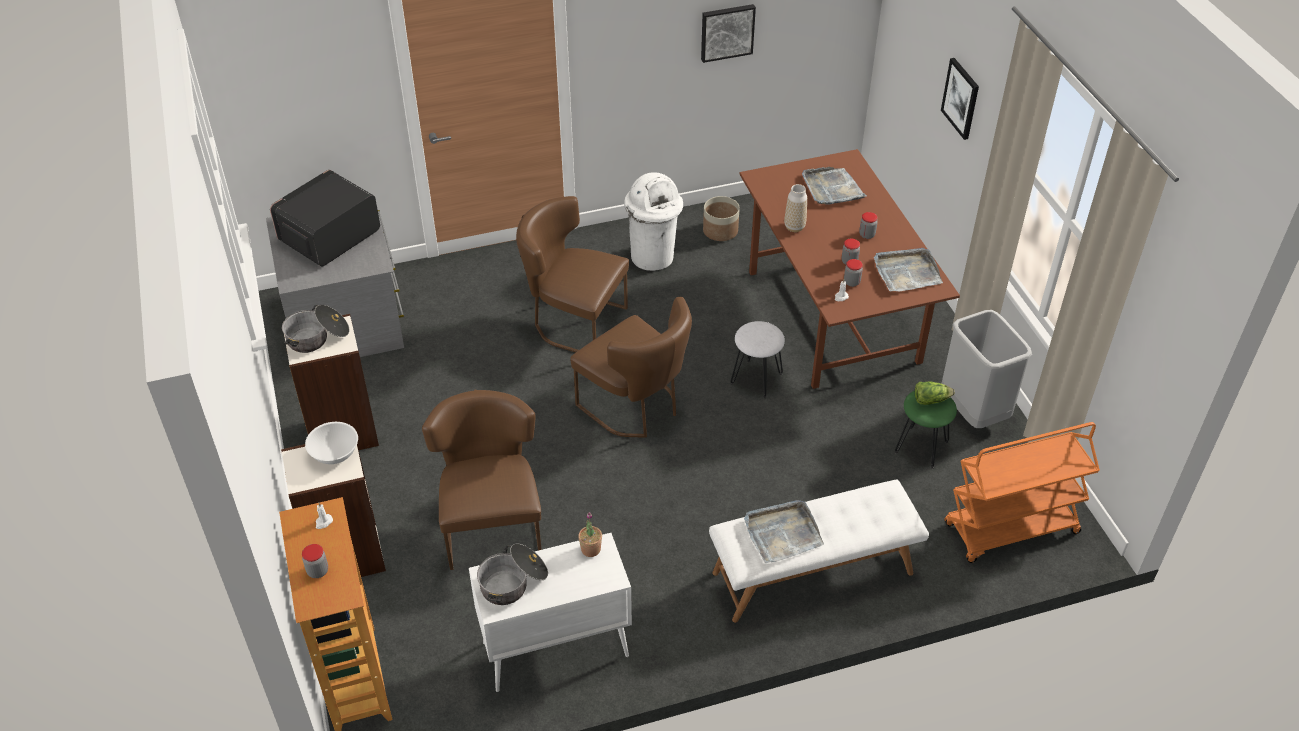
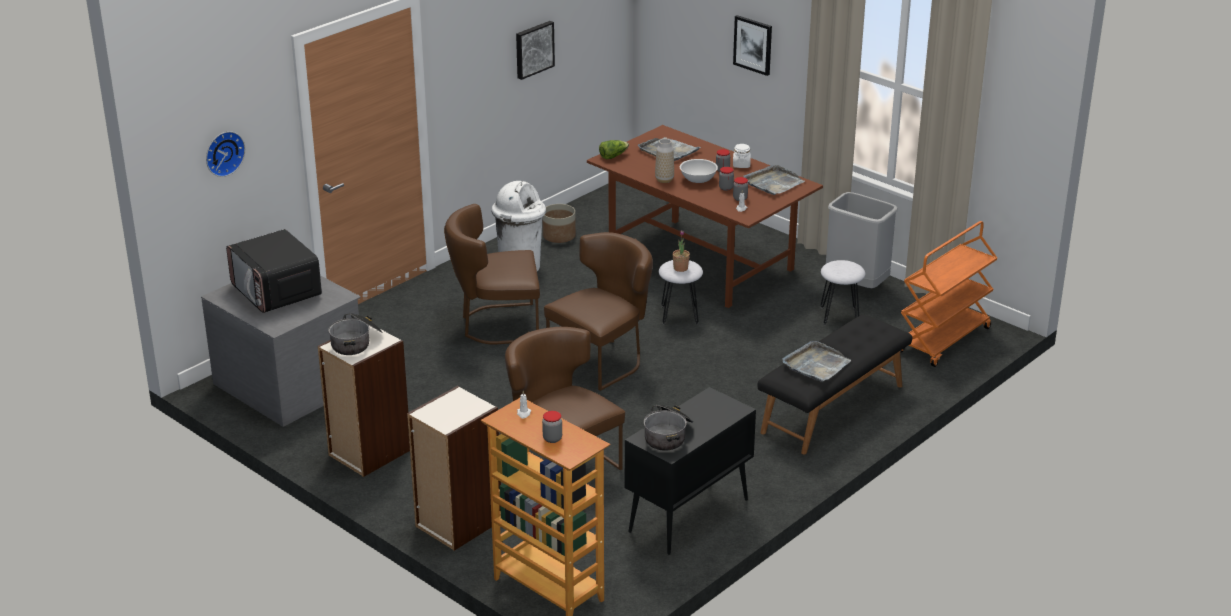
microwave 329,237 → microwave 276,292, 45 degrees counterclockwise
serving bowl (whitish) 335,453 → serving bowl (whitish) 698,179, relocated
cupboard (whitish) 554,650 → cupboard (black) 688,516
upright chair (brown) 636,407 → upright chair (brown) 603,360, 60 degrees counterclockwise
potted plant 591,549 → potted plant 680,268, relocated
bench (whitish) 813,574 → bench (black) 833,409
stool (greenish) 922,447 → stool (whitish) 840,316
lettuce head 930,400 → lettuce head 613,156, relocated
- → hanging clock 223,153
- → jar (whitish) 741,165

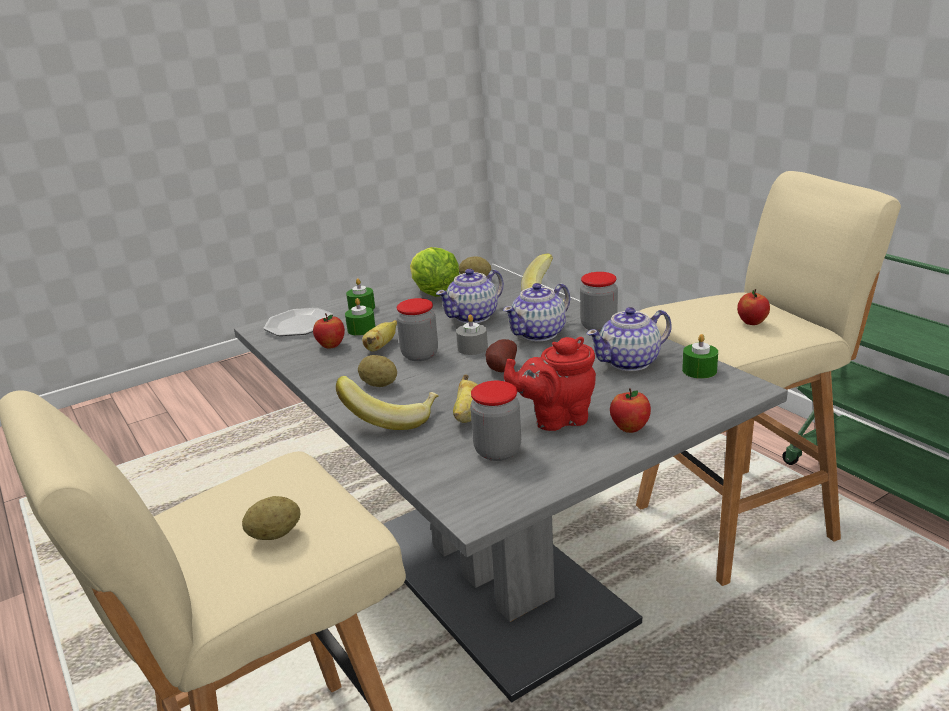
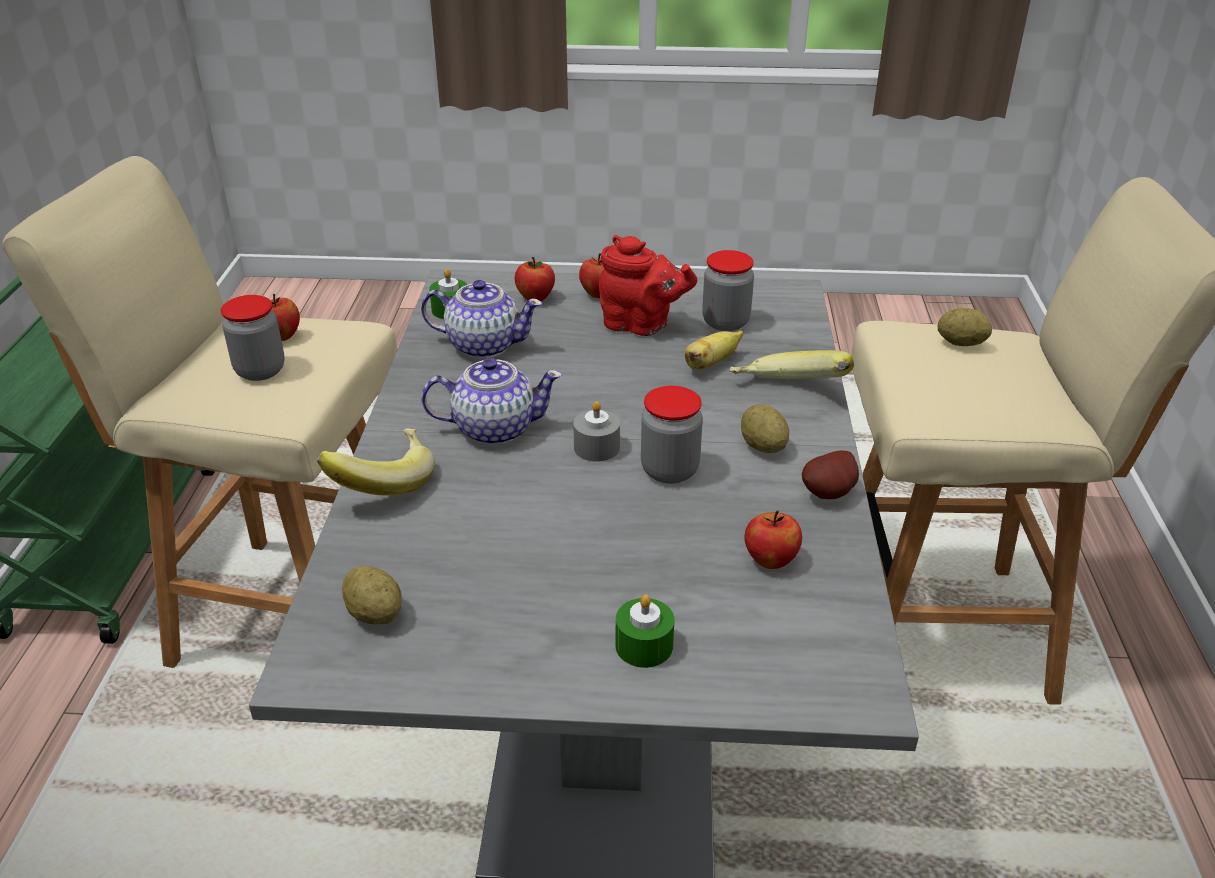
flat dish 299,325 → -
wax light (greenish) 361,329 → -
banana 381,347 → -
lettuce head 435,294 → -
tea pot 473,316 → -
spud 500,369 → spud 830,494, relocated
jar 598,326 → jar 260,370, relocated
- → apple fruit 535,298

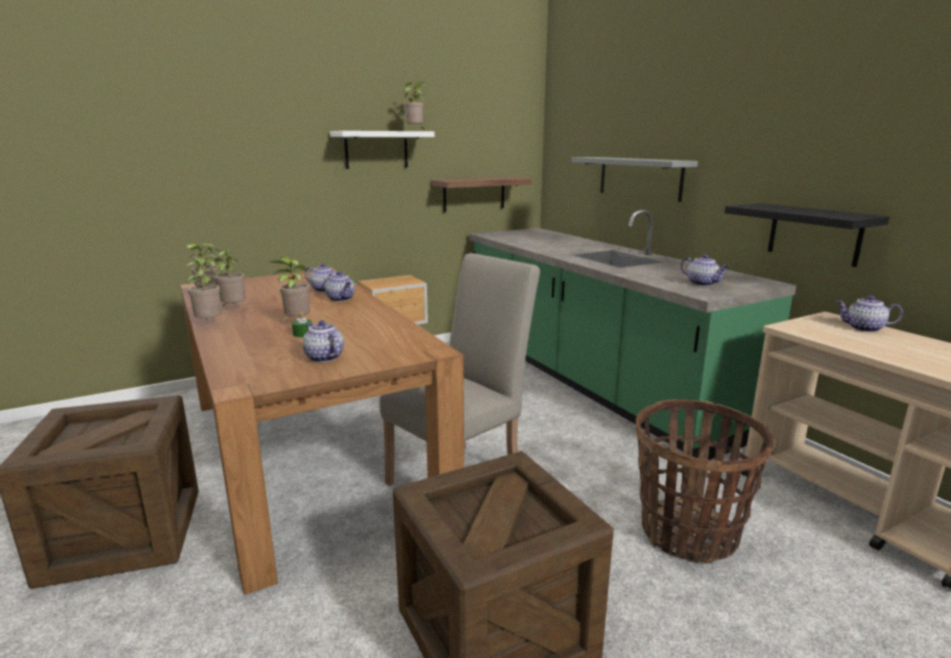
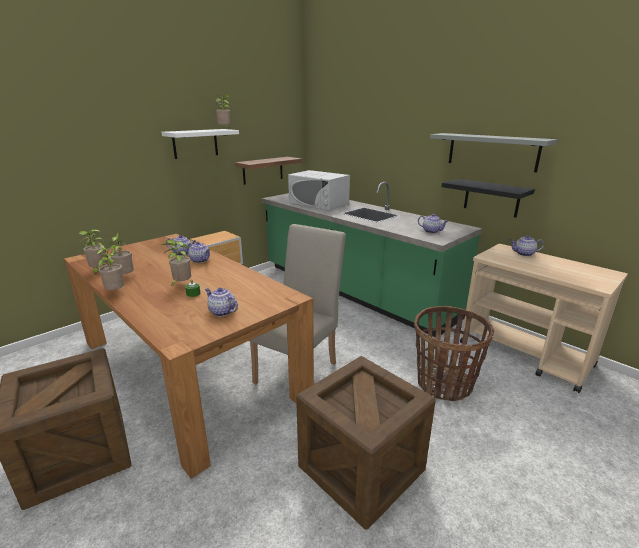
bracket shelf (grey) 639,178 → bracket shelf (grey) 492,151, relocated
- → microwave (whitish) 319,203

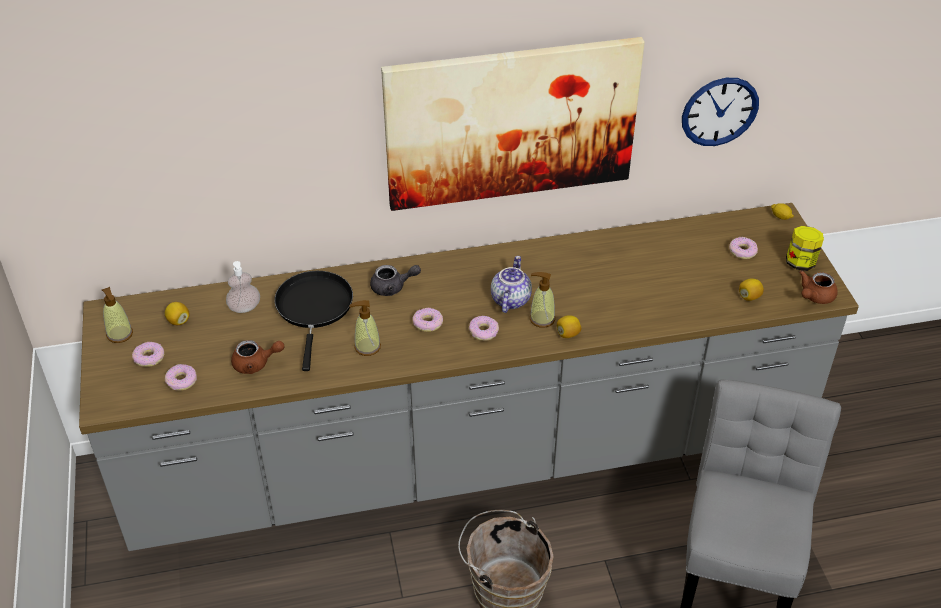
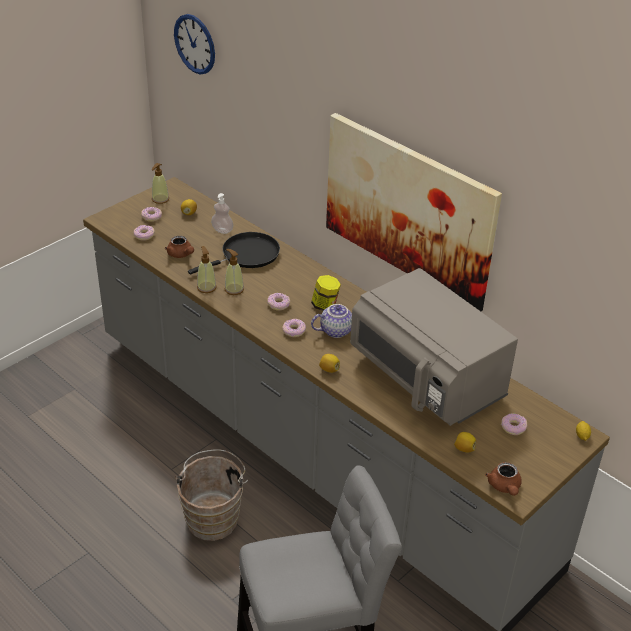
tea pot (grey) 393,287 → -
soap dispenser 542,319 → soap dispenser 206,287, relocated
hanging clock 719,111 → hanging clock 195,44, relocated
jar 800,263 → jar 325,306, relocated
tea pot (brown) 814,296 → tea pot (brown) 504,487, 105 degrees counterclockwise
- → microwave (grey) 426,379

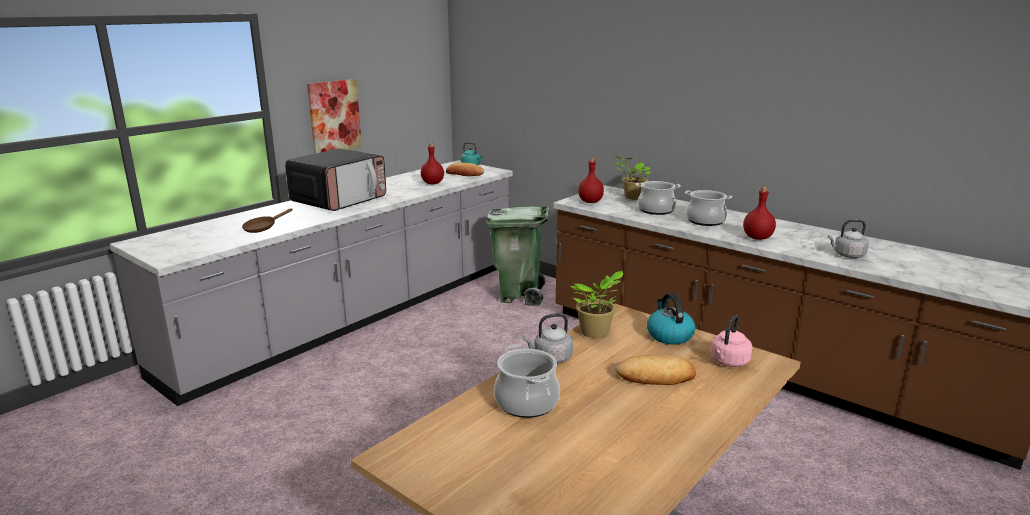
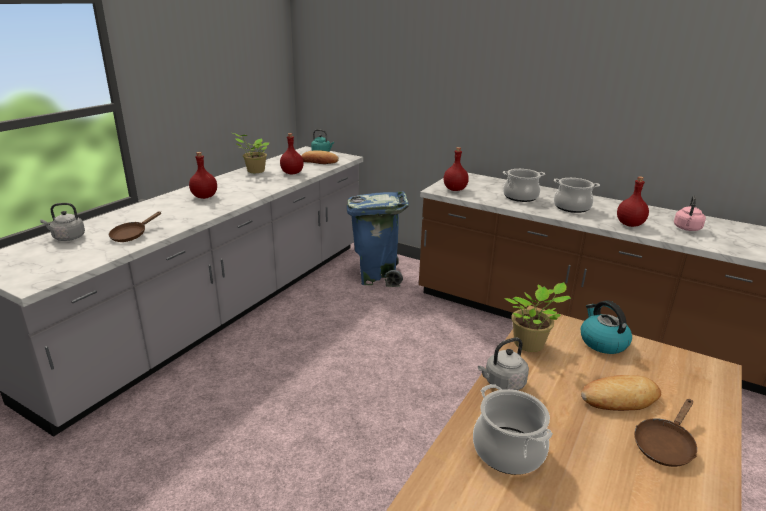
microwave 339,200 → beverage bottle (reddish) 204,197
picture 334,116 → -
waste bin (greenish) 519,295 → waste bin (bluish) 377,276
potted plant 632,197 → potted plant 254,171, relocated
water kettle (pink-coloured) 728,362 → water kettle (pink-coloured) 687,229, relocated
water kettle (grey) 847,255 → water kettle (grey) 67,238, relocated
- → skillet (brown) 664,445

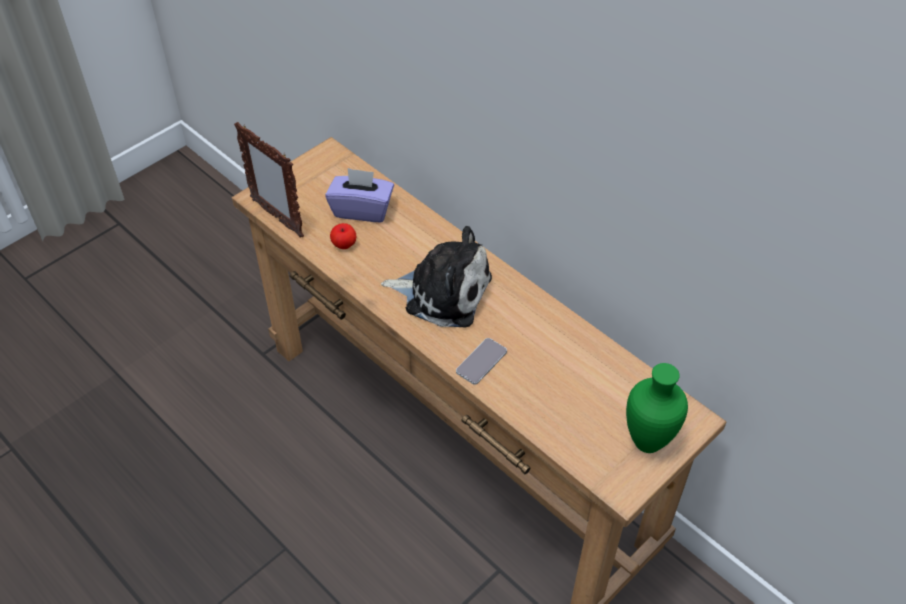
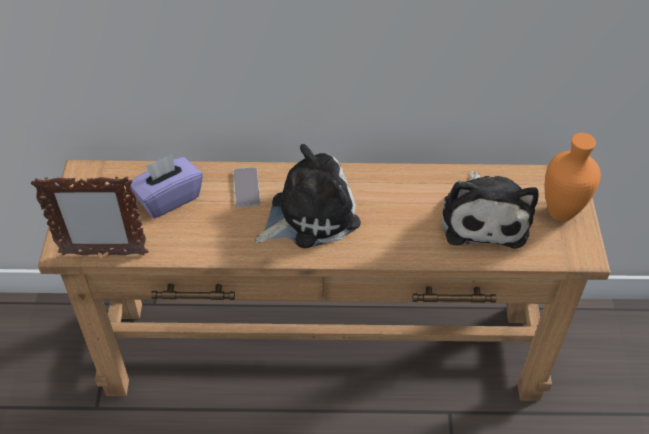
apple fruit 344,244 → -
handset 481,362 → handset 246,187, relocated
flower vase (greenish) 649,442 → flower vase (orange) 562,212
- → cuddly toy 484,217

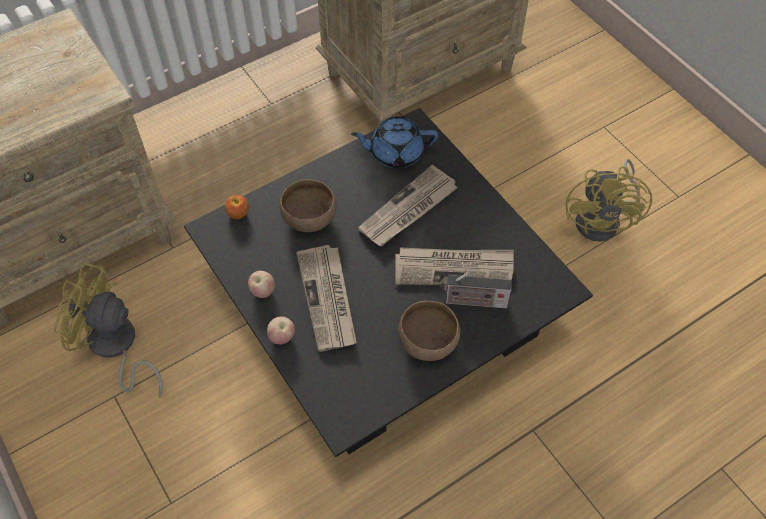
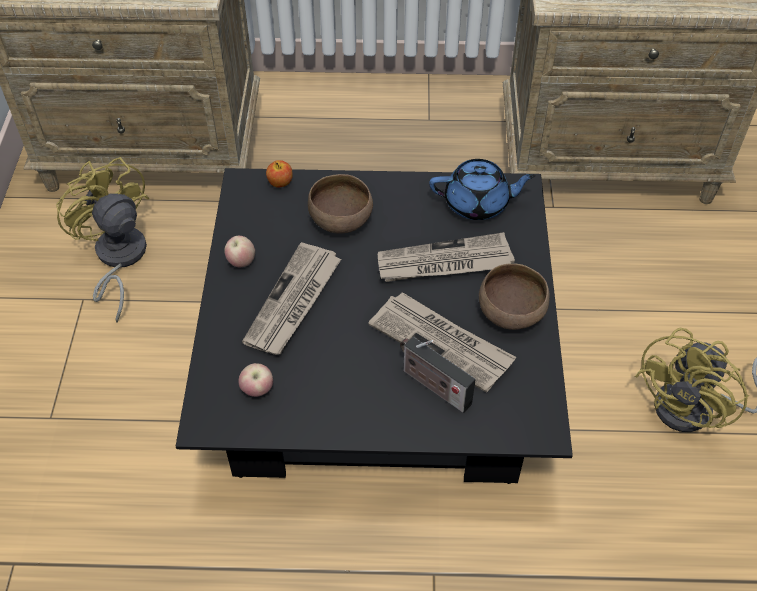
apple fruit 282,337 → apple fruit 257,390, relocated
tea pot (bluish) 395,153 → tea pot (bluish) 478,204, 150 degrees clockwise
serving bowl (brown) 429,341 → serving bowl (brown) 512,313, relocated

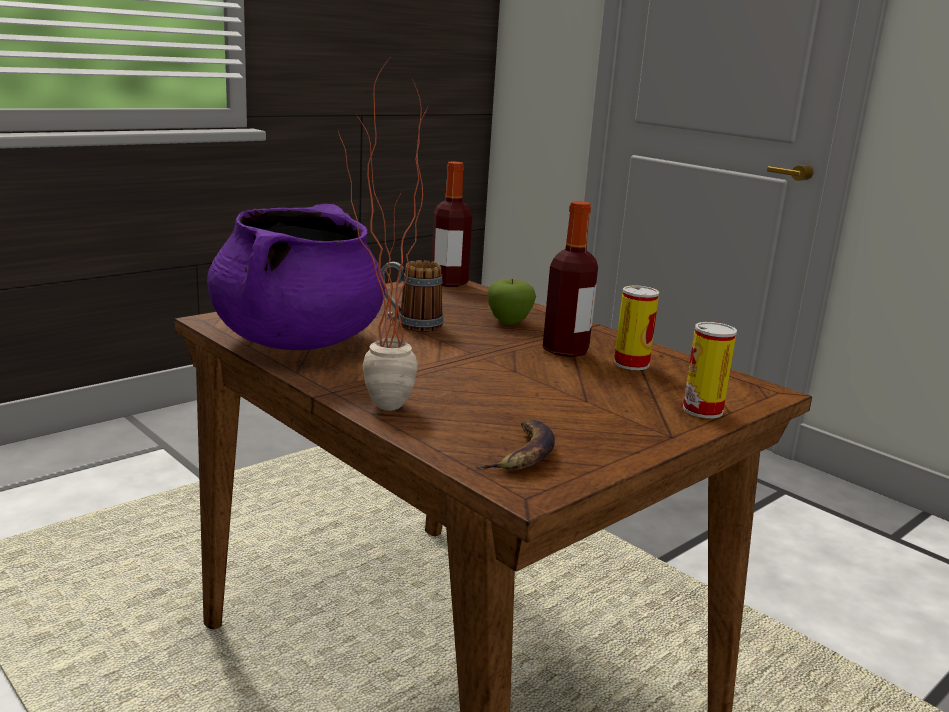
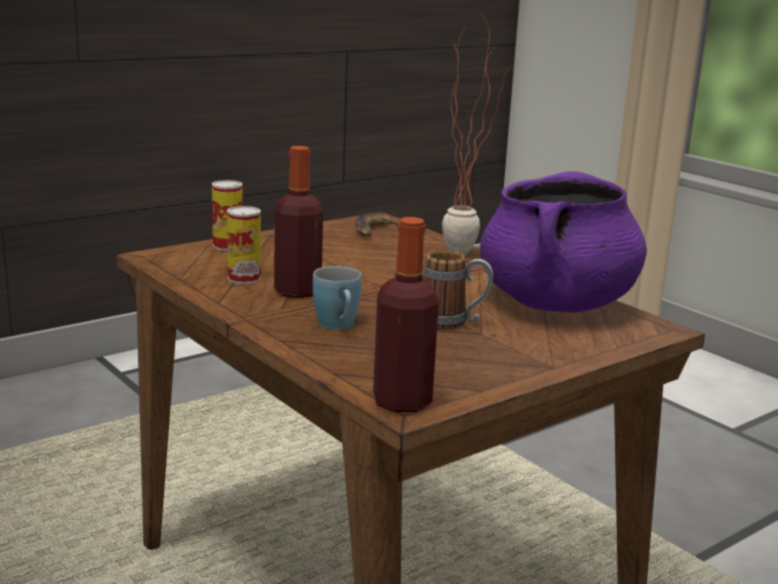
apple fruit 509,322 → mug (bluish) 338,326

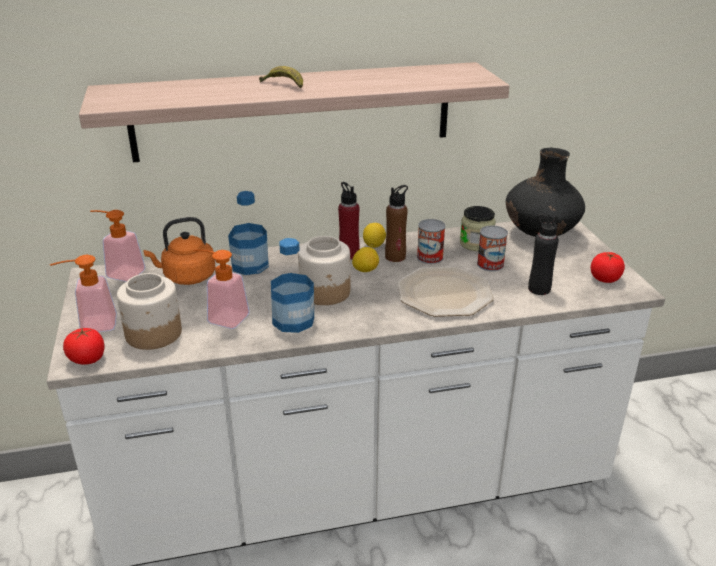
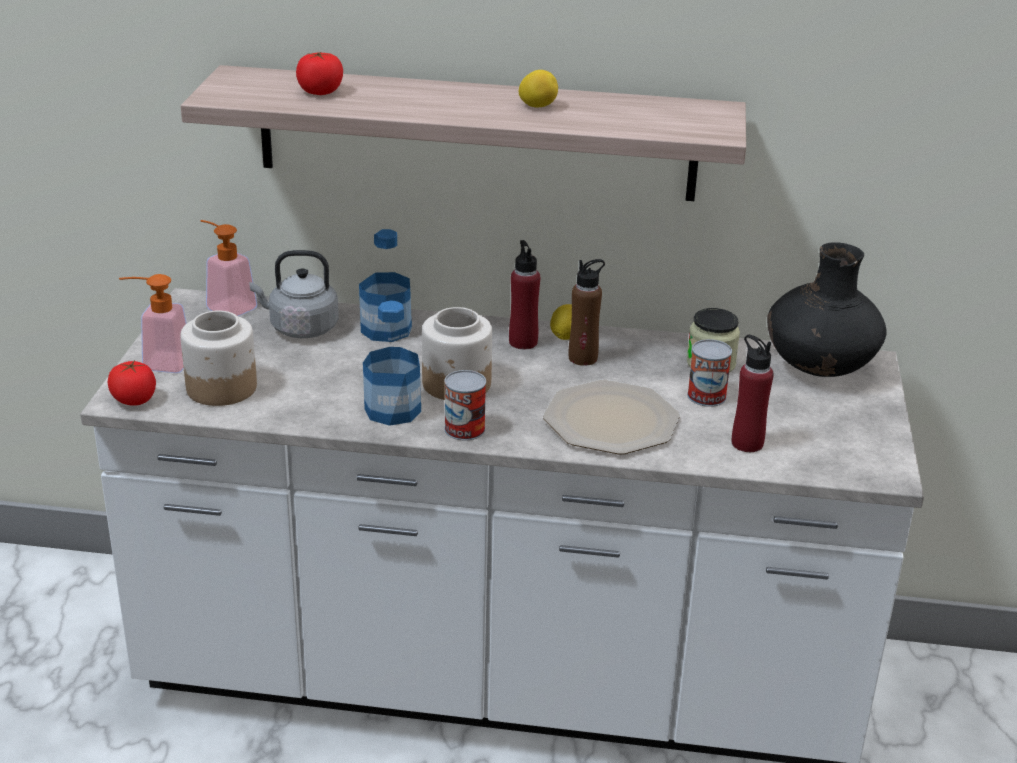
water kettle (orange) 187,277 → water kettle (grey) 300,328
soap dispenser 222,317 → -
banana 284,85 → -
lemon 365,270 → lemon 538,106, relocated
can 430,257 → can 464,429, relocated
beverage bottle (black) 539,289 → beverage bottle (reddish) 747,443
fresh tomato 605,279 → fresh tomato 320,92, relocated

